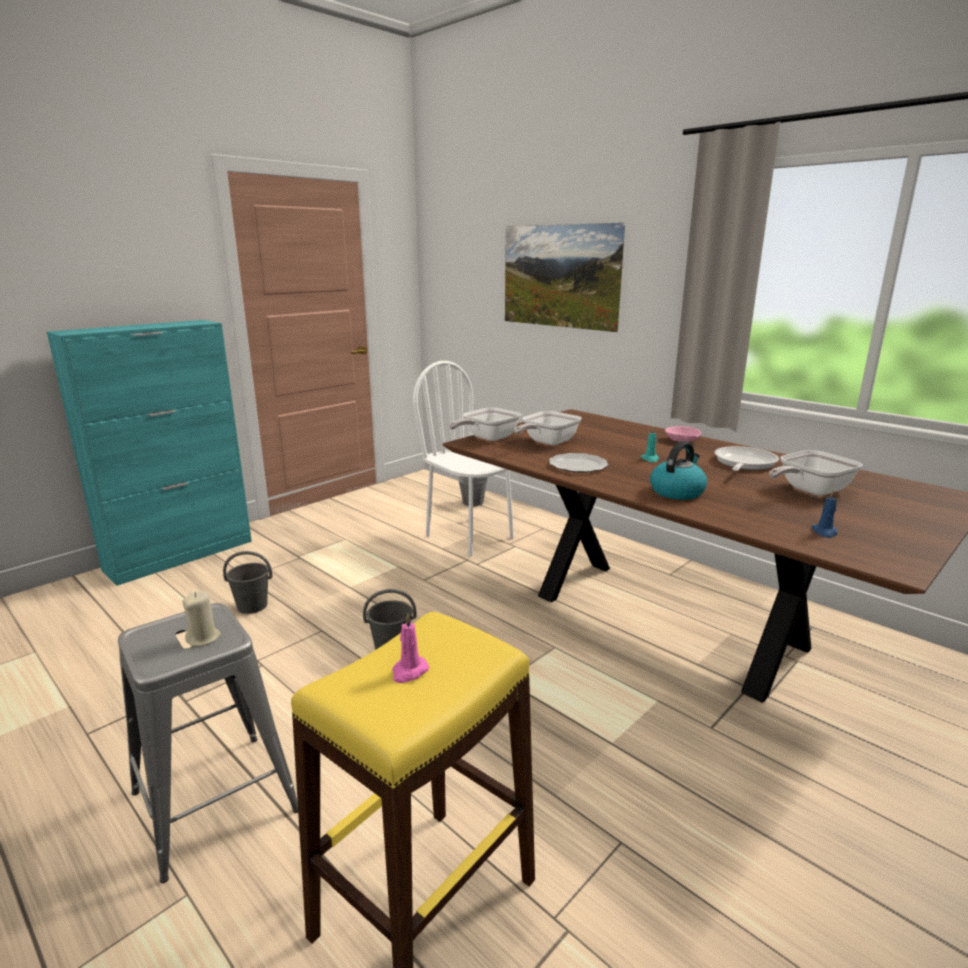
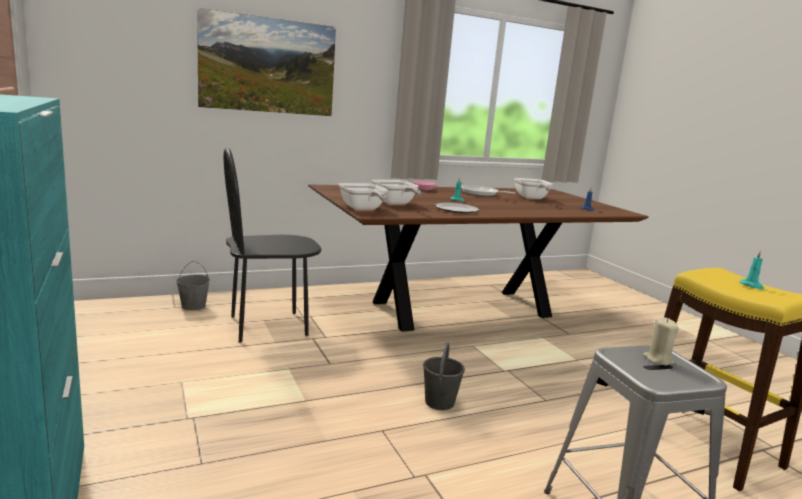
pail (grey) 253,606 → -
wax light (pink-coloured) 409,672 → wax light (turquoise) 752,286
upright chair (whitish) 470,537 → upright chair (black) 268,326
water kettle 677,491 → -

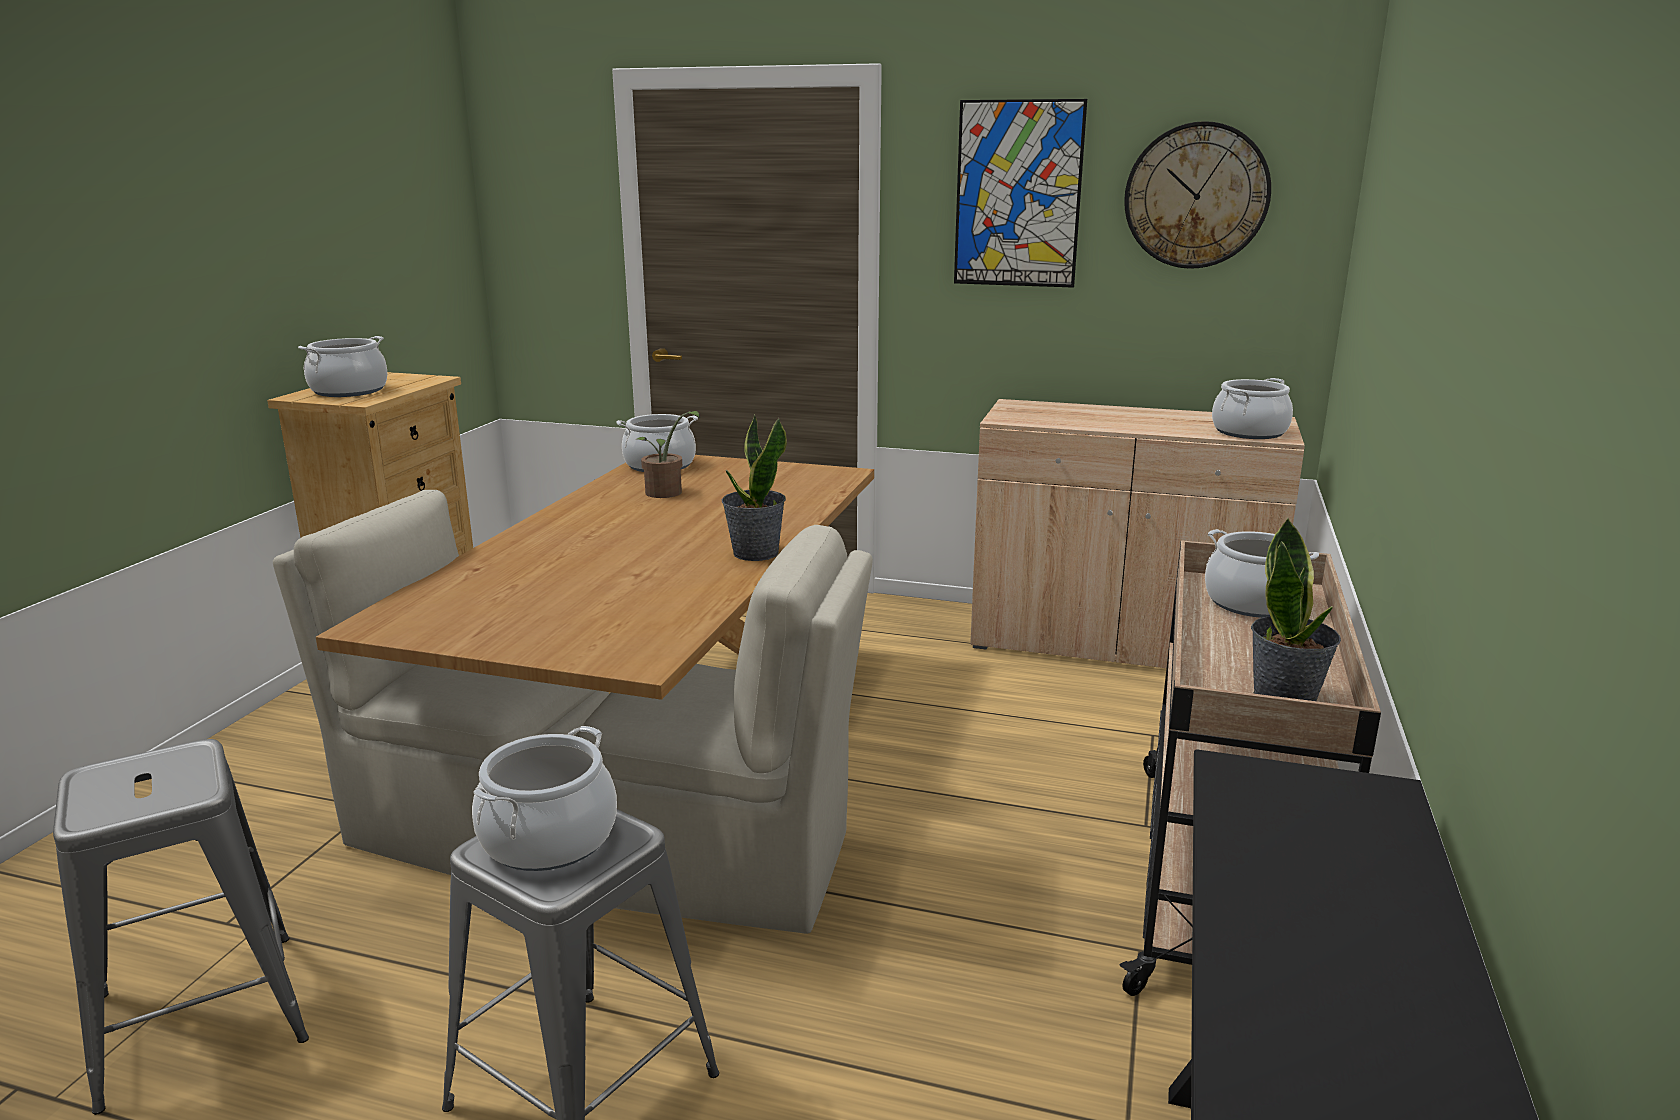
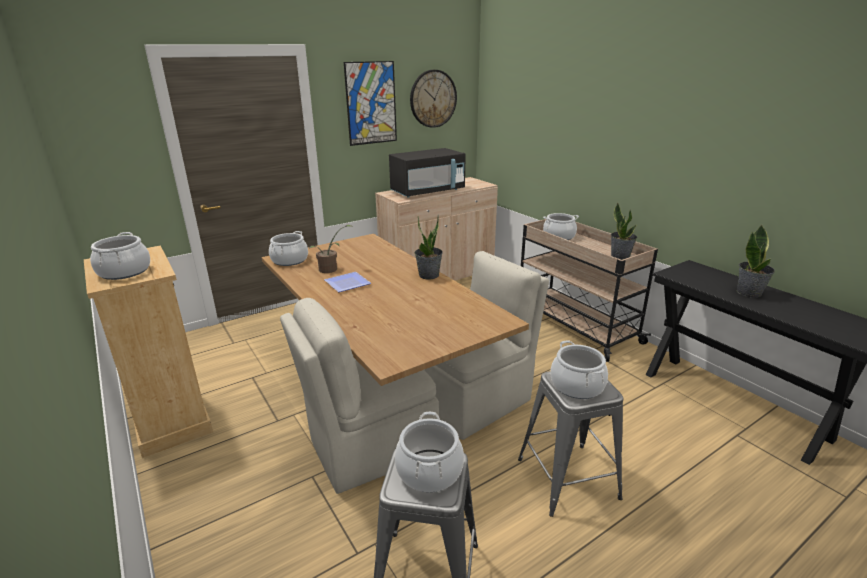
cooking pot 1249,432 → cooking pot 429,470, relocated
- → flat dish 345,283
- → microwave (black) 428,192
- → potted plant 749,293

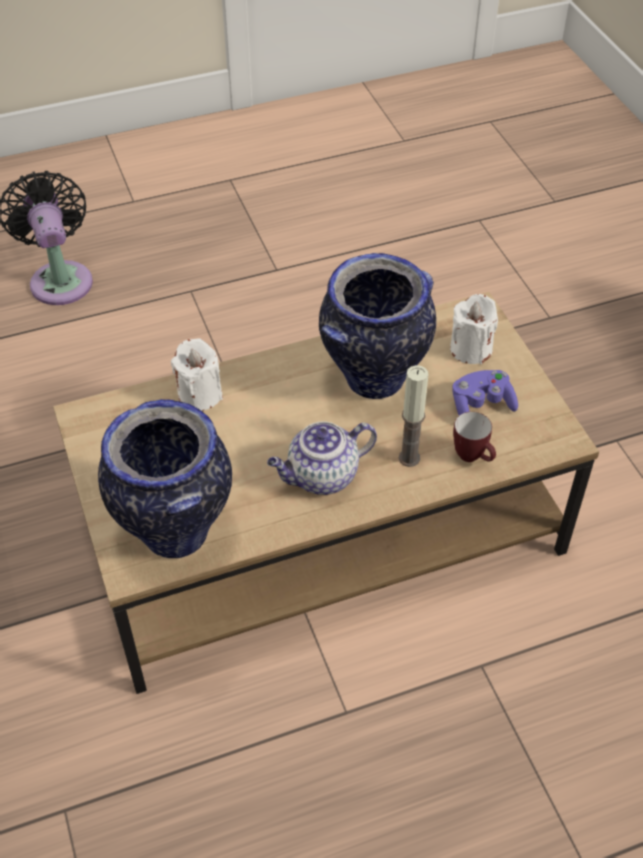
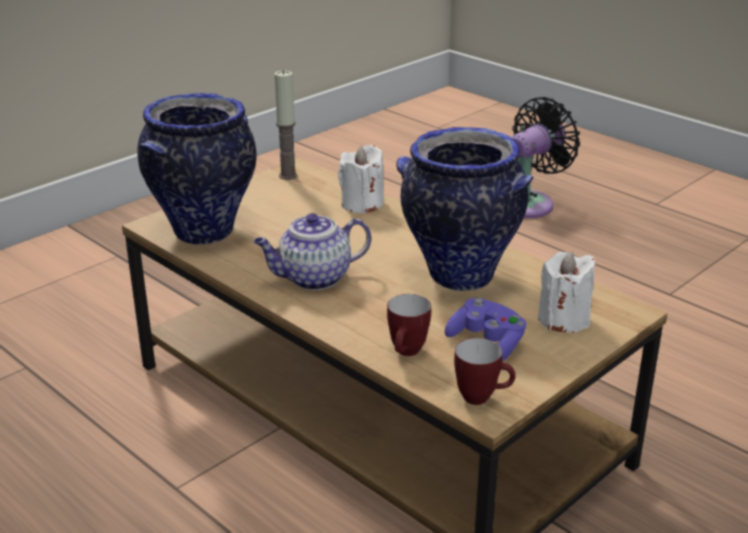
tea pot 321,477 → tea pot 313,278, 60 degrees counterclockwise
wax light 409,458 → wax light 288,176, relocated
- → mug 482,398

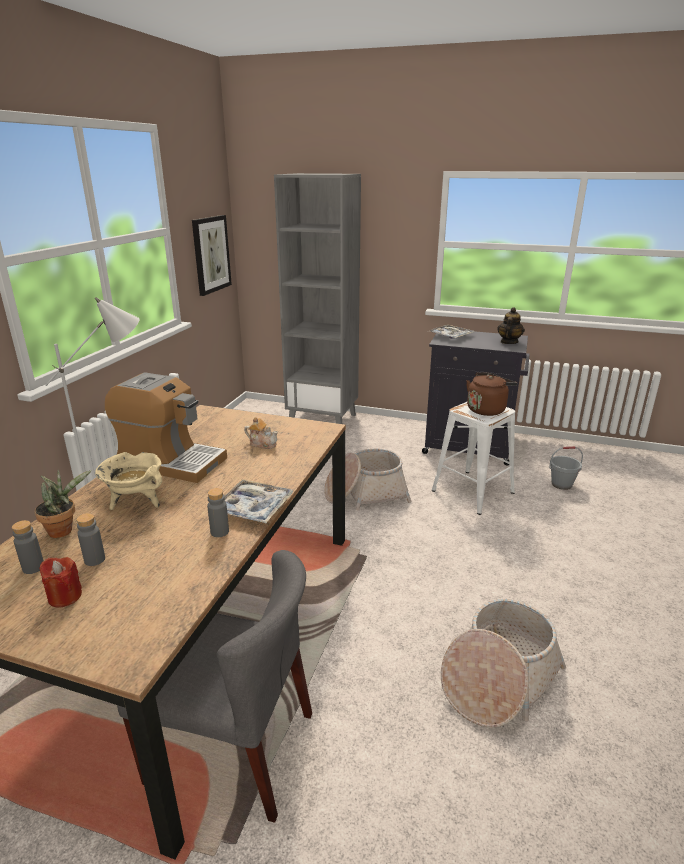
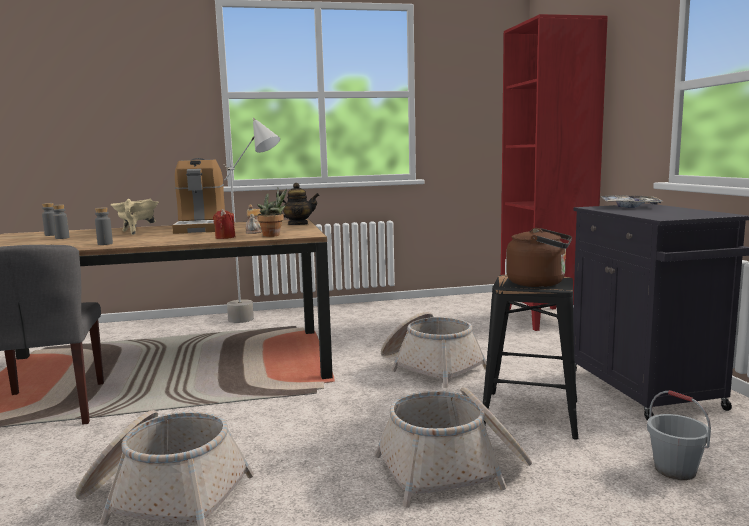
potted plant 64,530 → potted plant 273,235, relocated
wax light (reddish) 65,596 → wax light (reddish) 225,237, relocated
picture 211,254 → -
tray 254,508 → -
shelving unit (grey) 323,419 → shelving unit (reddish) 546,318
stool (whitish) 473,492 → stool (black) 530,414
tea pot 508,342 → tea pot 298,225, relocated
- → storage basket 454,469

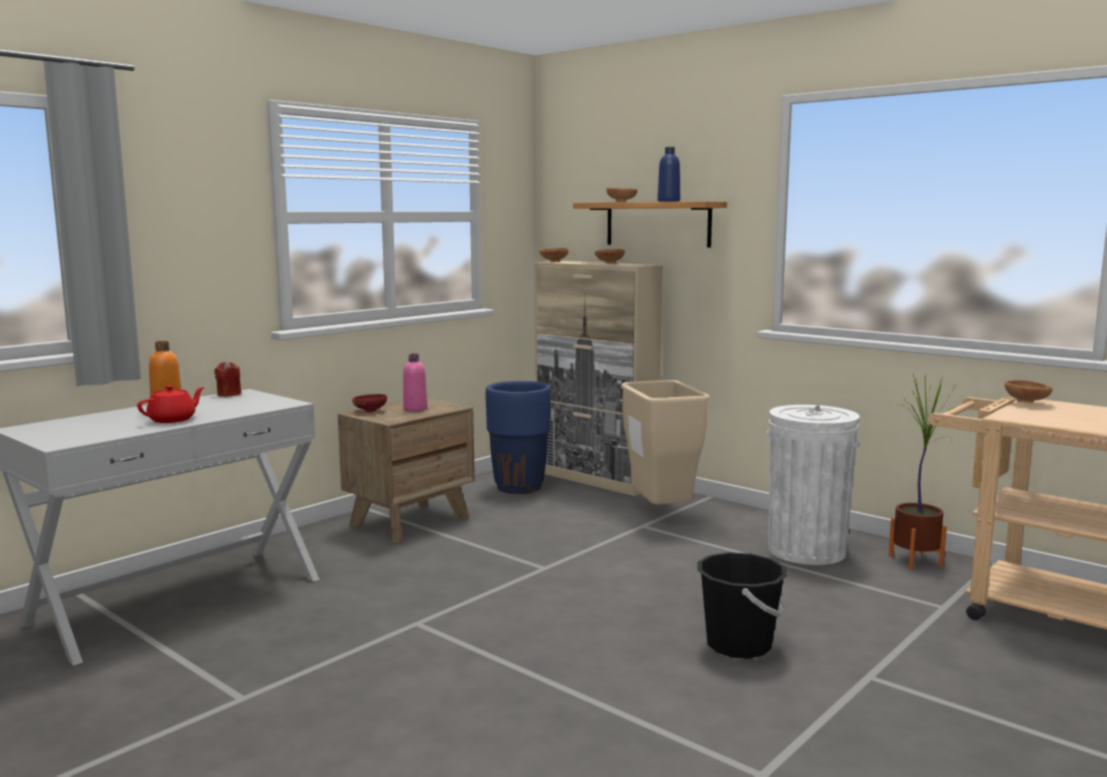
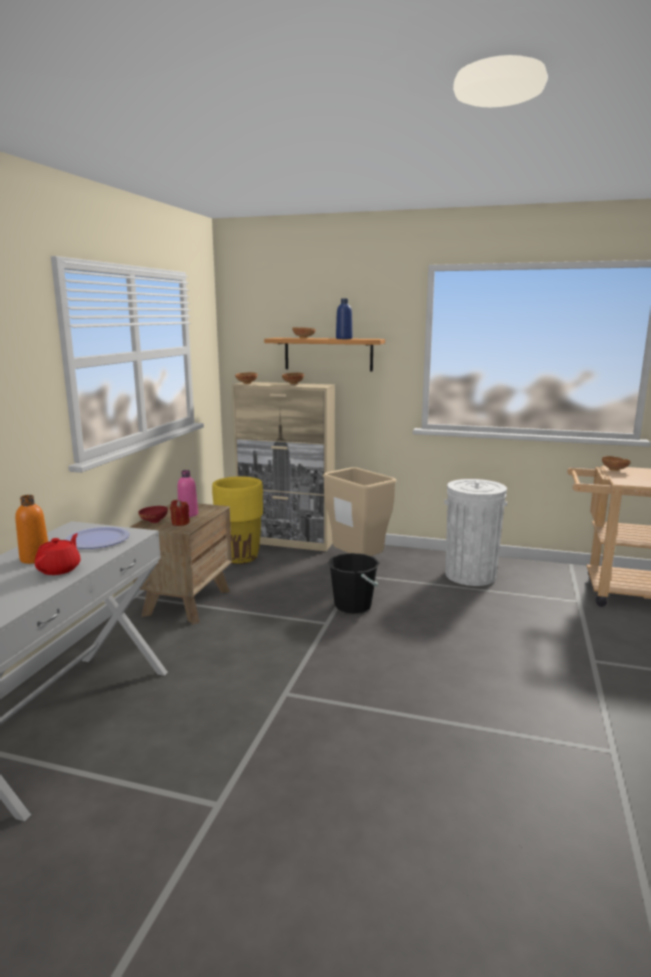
wax light (reddish) 229,394 → wax light (reddish) 180,523, relocated
plant pot (bluish) 519,487 → plant pot (yellowish) 240,557
pail (black) 739,645 → pail (black) 353,605, relocated
potted plant 916,560 → -
- → flat dish 97,539

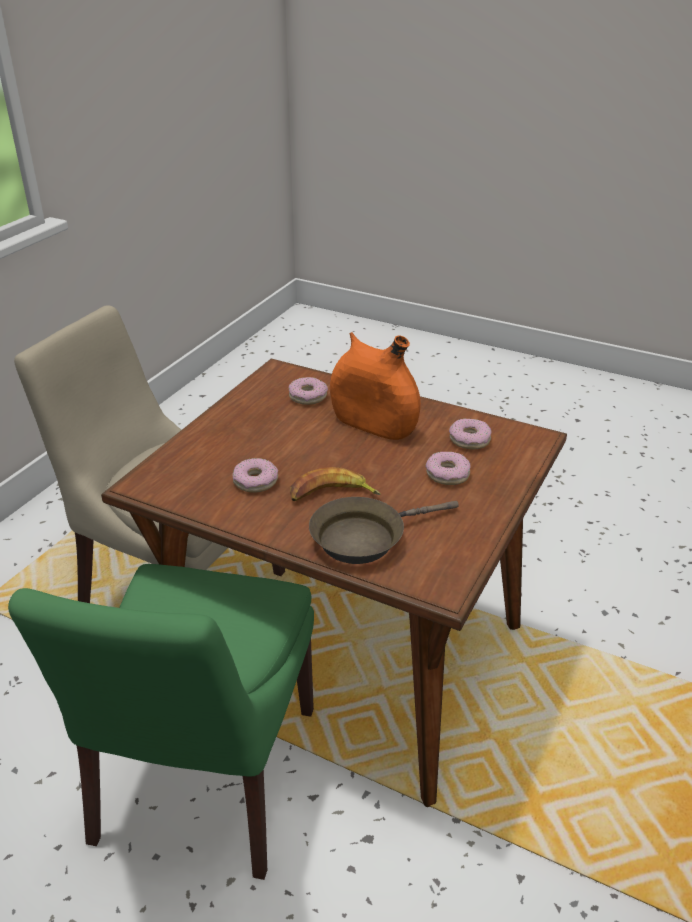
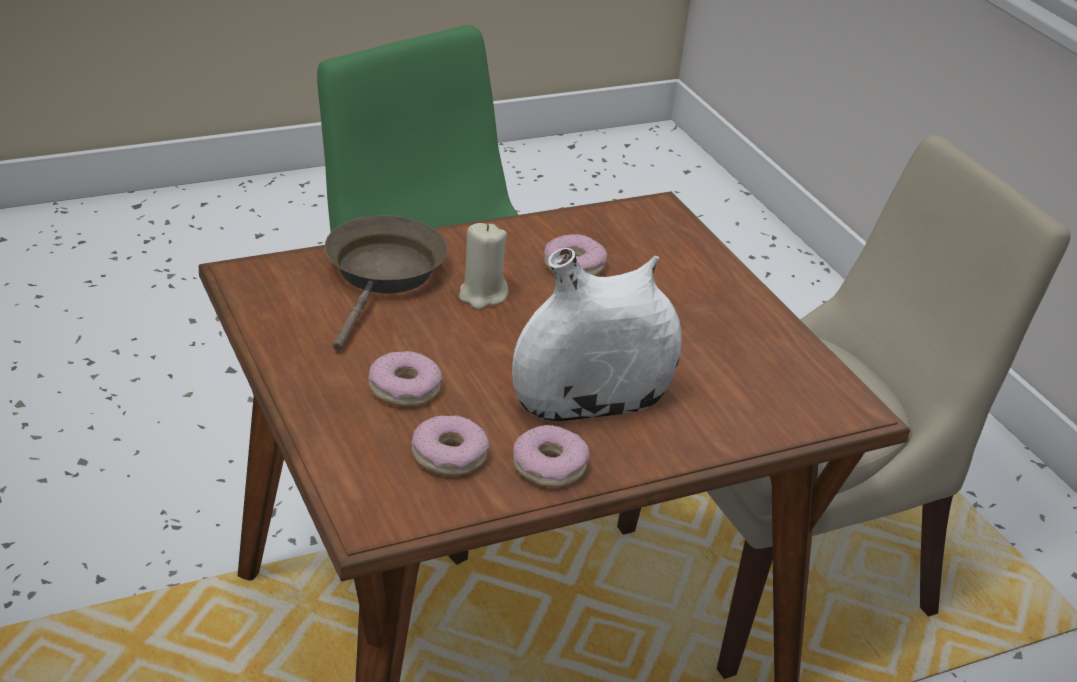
doughnut 308,396 → doughnut 549,466, relocated
banana 332,494 → wax light (beige-coloured) 482,295
flower vase (orange) 373,424 → flower vase (whitish) 592,402

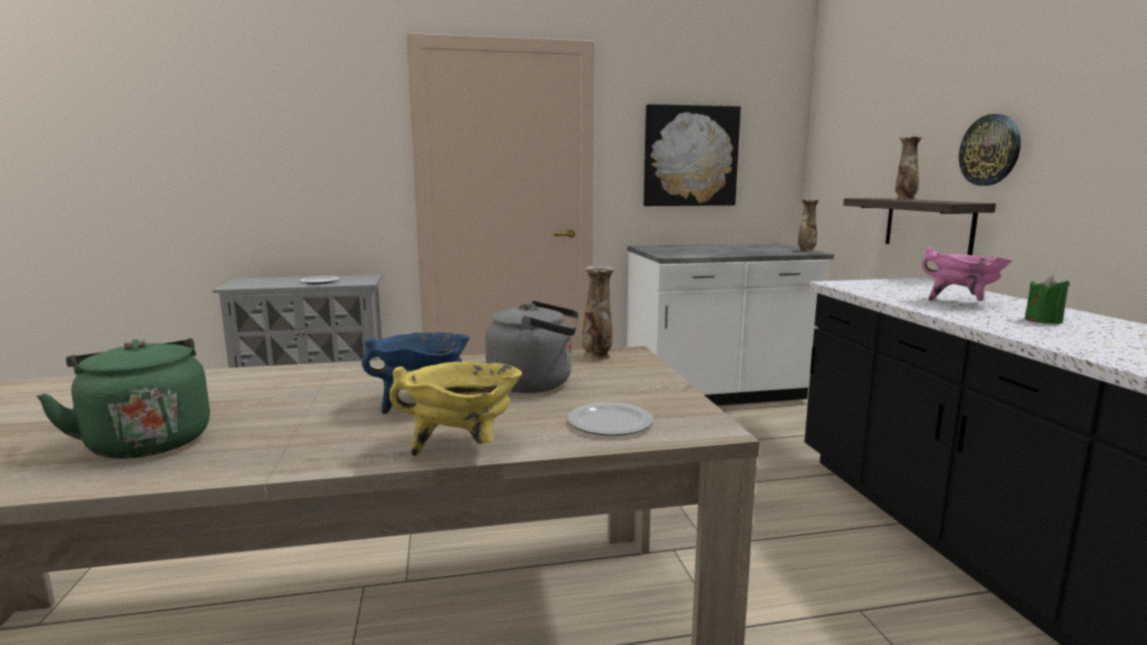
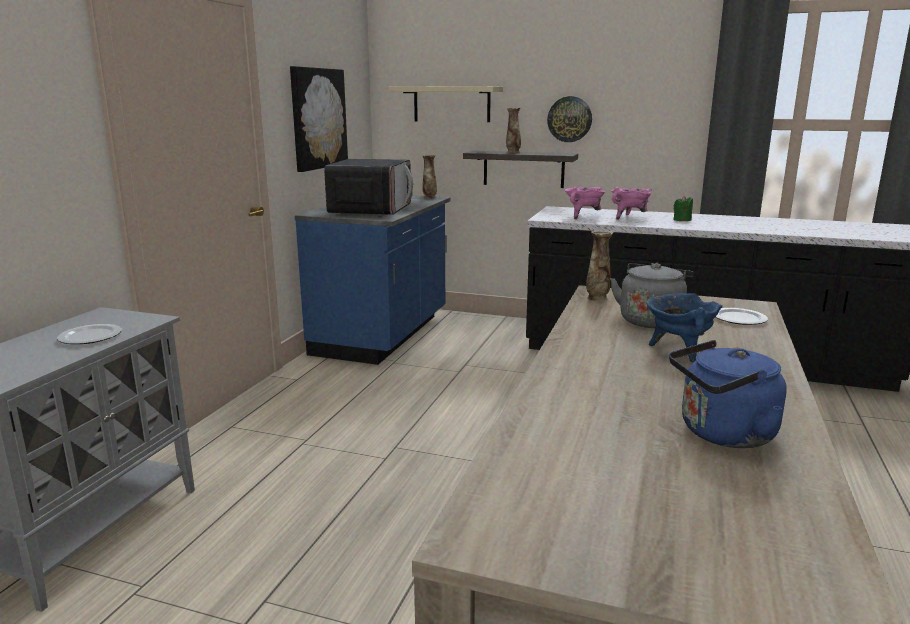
water kettle (greenish) 147,441 → water kettle (bluish) 722,434
cooking pot (yellowish) 463,449 → -
counter (whitish) 717,394 → counter (bluish) 383,335
- → microwave 371,210
- → bracket shelf (beige-coloured) 451,104
- → cooking pot (pink-coloured) 583,216

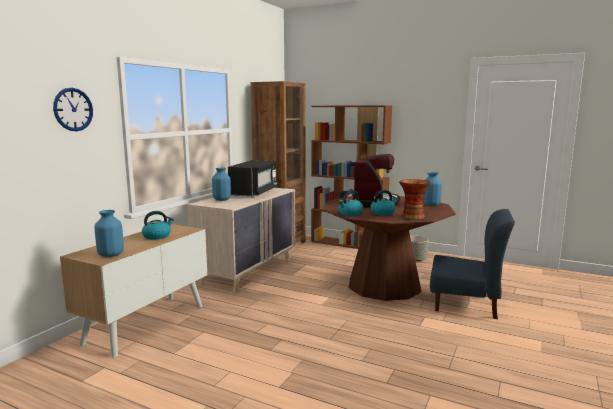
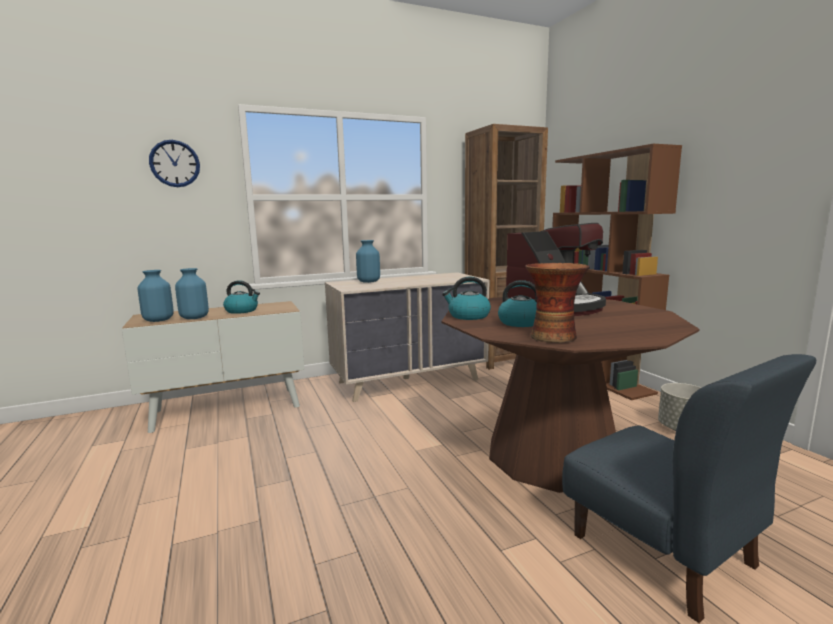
microwave (black) 254,193 → -
flower vase (bluish) 431,205 → flower vase (bluish) 194,318, relocated

